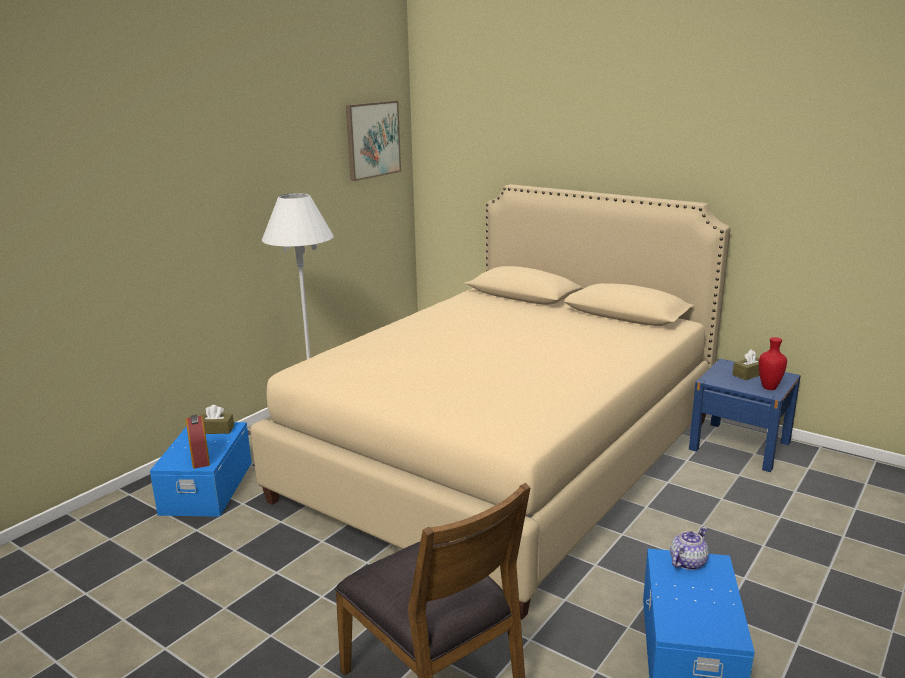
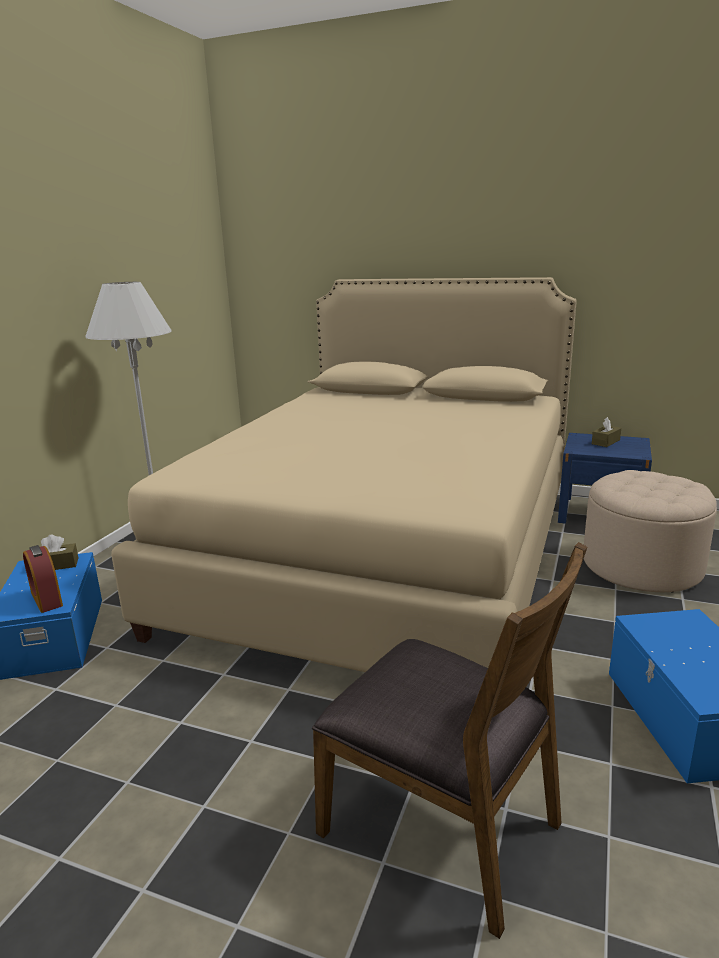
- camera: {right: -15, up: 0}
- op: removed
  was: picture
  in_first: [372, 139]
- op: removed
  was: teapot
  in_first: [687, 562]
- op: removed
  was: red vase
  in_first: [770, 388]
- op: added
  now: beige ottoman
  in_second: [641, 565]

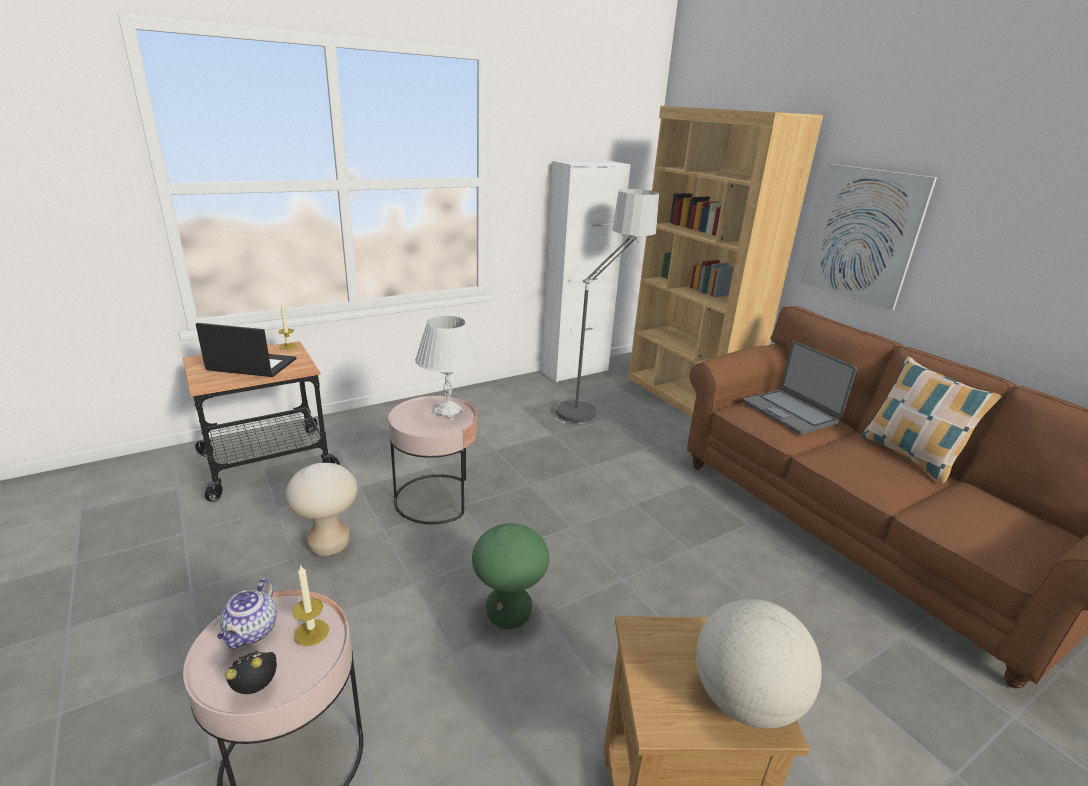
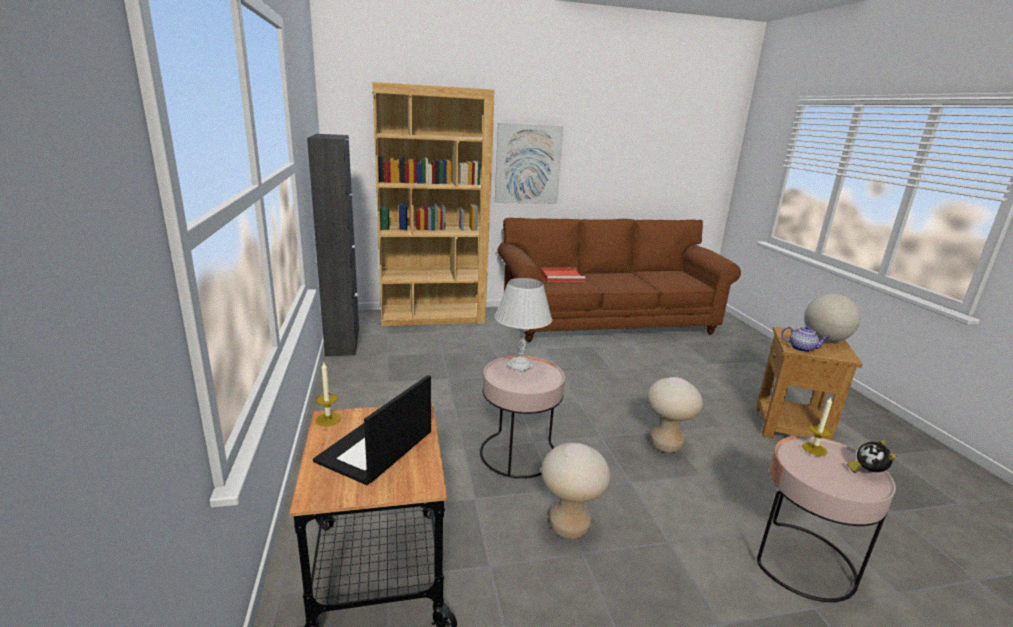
- camera: {right: -70, up: -5}
- op: moved
  was: teapot
  in_first: [251, 632]
  in_second: [802, 348]
- op: recoloured
  was: green stool
  now: beige stool
  in_first: [508, 614]
  in_second: [665, 445]
- op: recoloured
  was: white cabinet
  now: black cabinet
  in_first: [574, 371]
  in_second: [343, 342]
- op: removed
  was: floor lamp
  in_first: [594, 403]
- op: replaced
  was: laptop
  now: red tray
  in_first: [790, 412]
  in_second: [562, 277]
- op: removed
  was: pillow
  in_first: [909, 456]

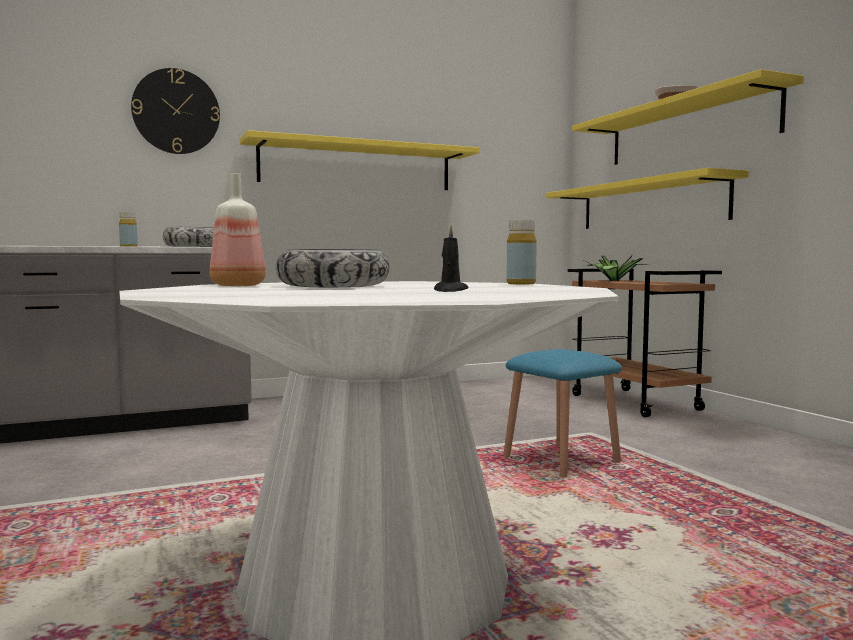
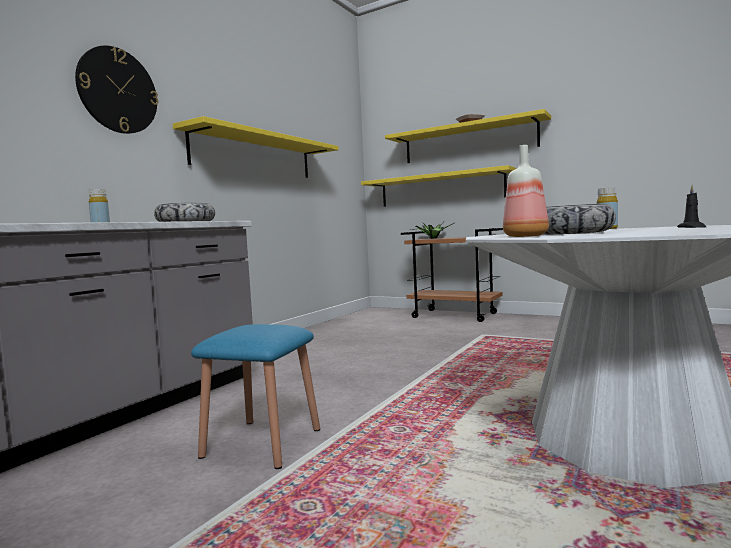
- camera: {right: -35, up: 0}
- op: moved
  was: blue stool
  in_first: [561, 460]
  in_second: [262, 442]

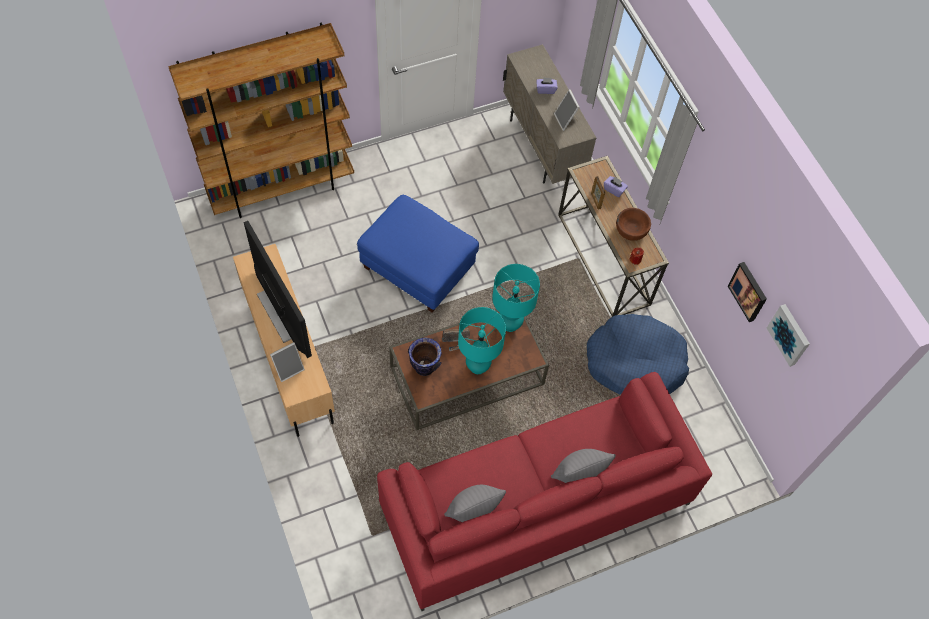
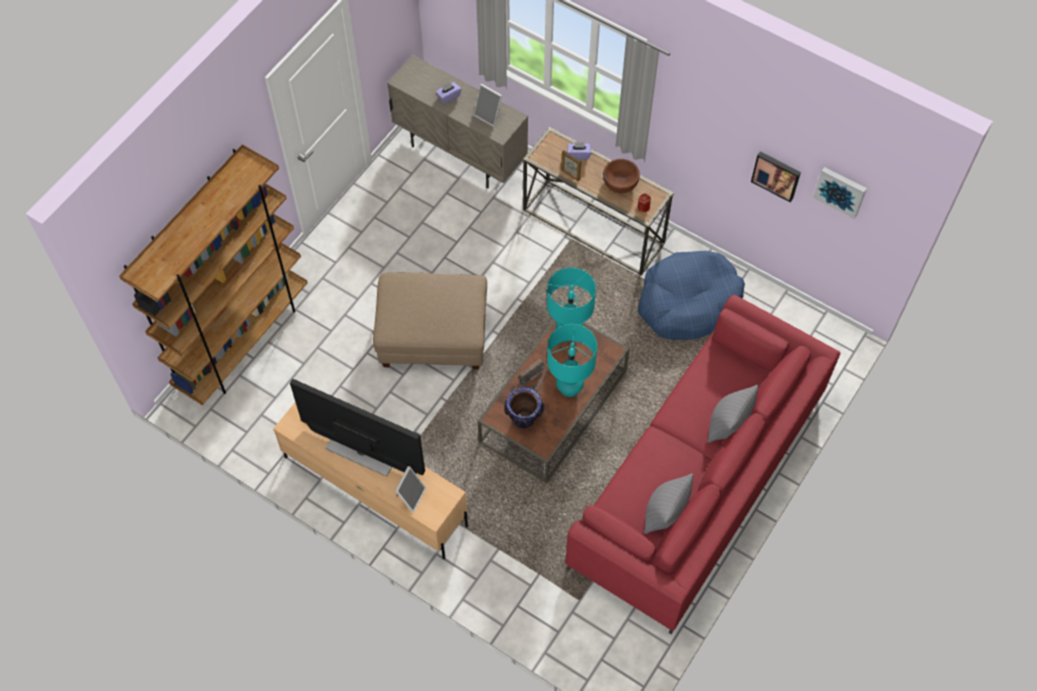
- camera: {right: -30, up: 0}
- op: recoloured
  was: blue ottoman
  now: beige ottoman
  in_first: [418, 268]
  in_second: [434, 336]

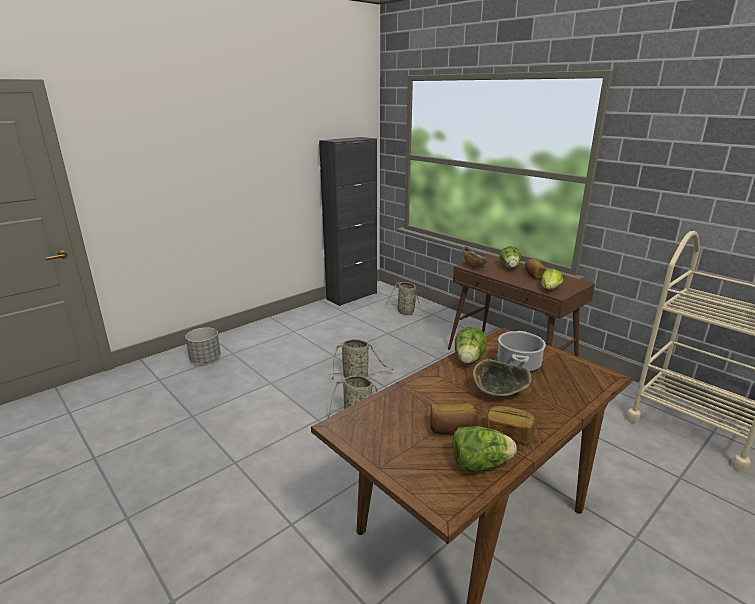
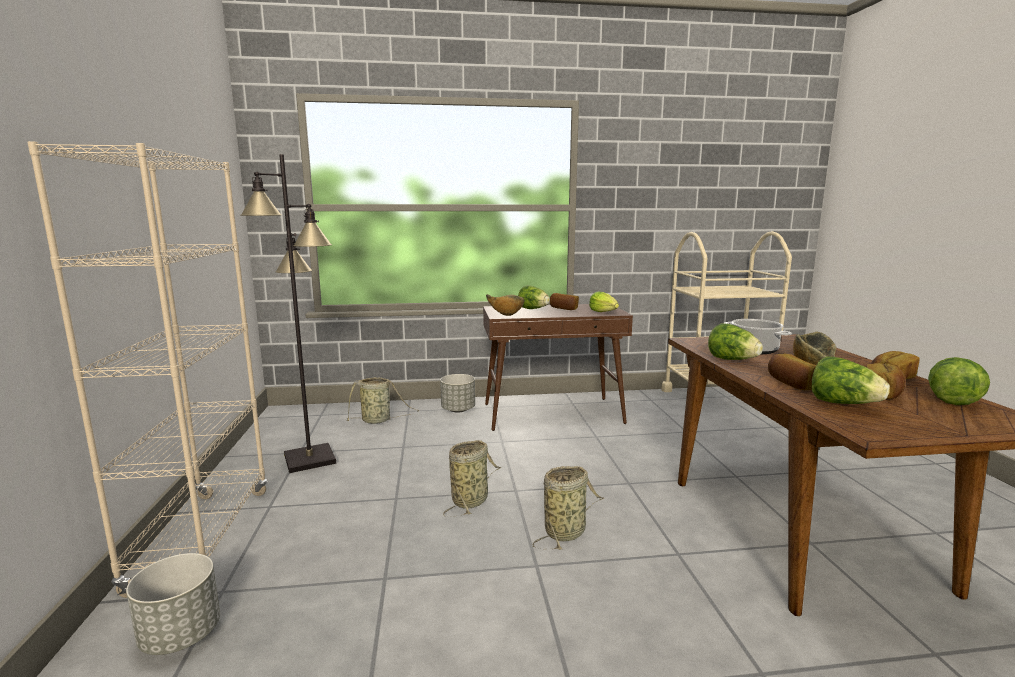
- camera: {right: -55, up: -10}
- op: removed
  was: black cabinet
  in_first: [352, 296]
- op: added
  now: beige bookcase
  in_second: [203, 538]
- op: added
  now: black floor lamp
  in_second: [309, 459]
- op: added
  now: grey planter
  in_second: [458, 409]
- op: added
  now: bread
  in_second: [791, 384]
- op: added
  now: lettuce
  in_second: [843, 404]

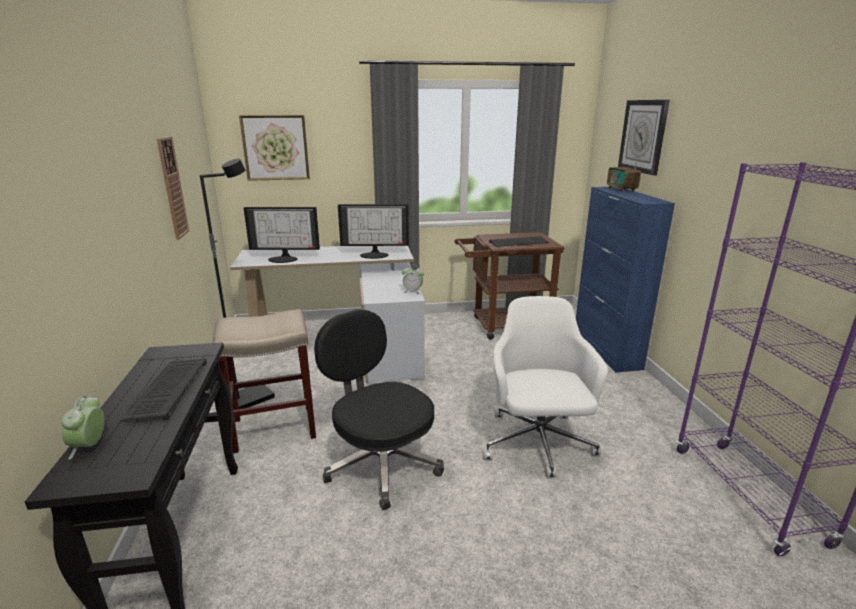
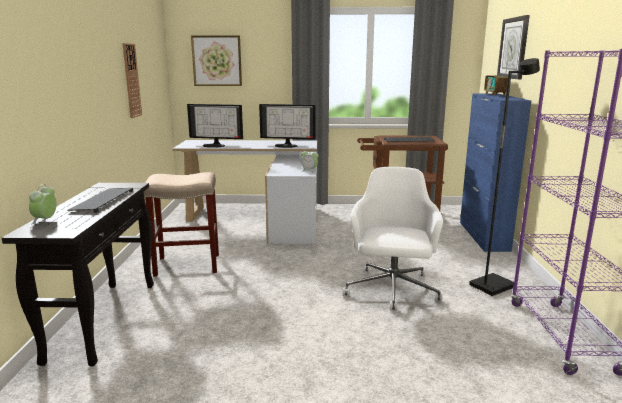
- camera: {right: 10, up: -5}
- op: moved
  was: black floor lamp
  in_first: [251, 398]
  in_second: [491, 286]
- op: removed
  was: black office chair
  in_first: [381, 463]

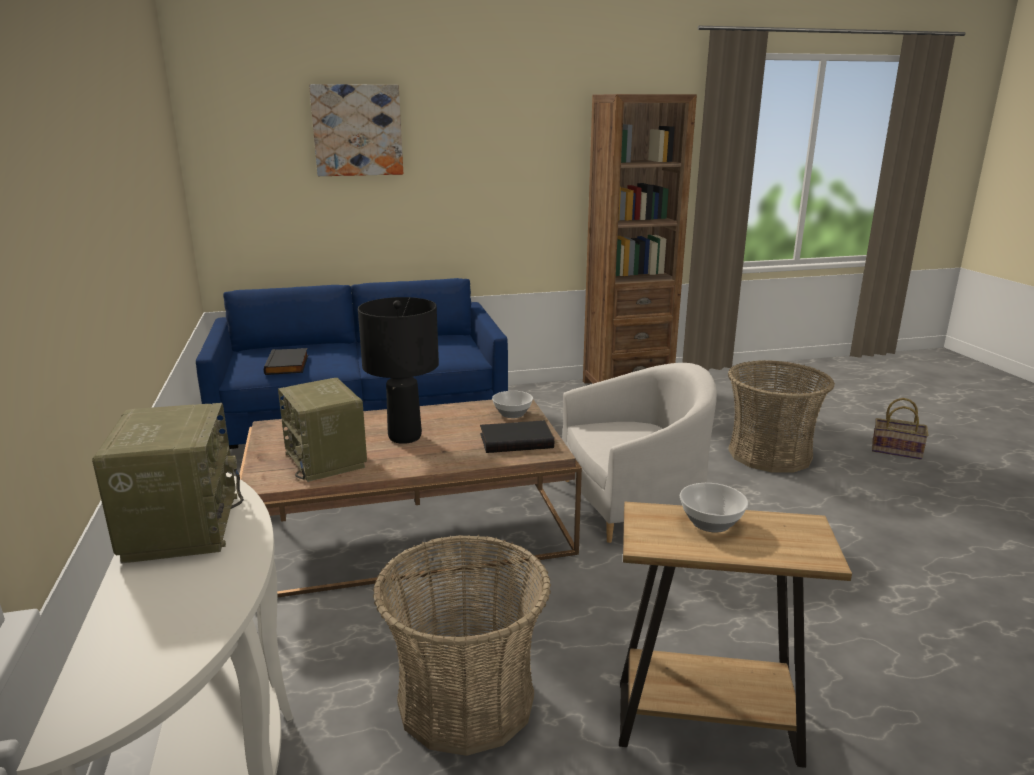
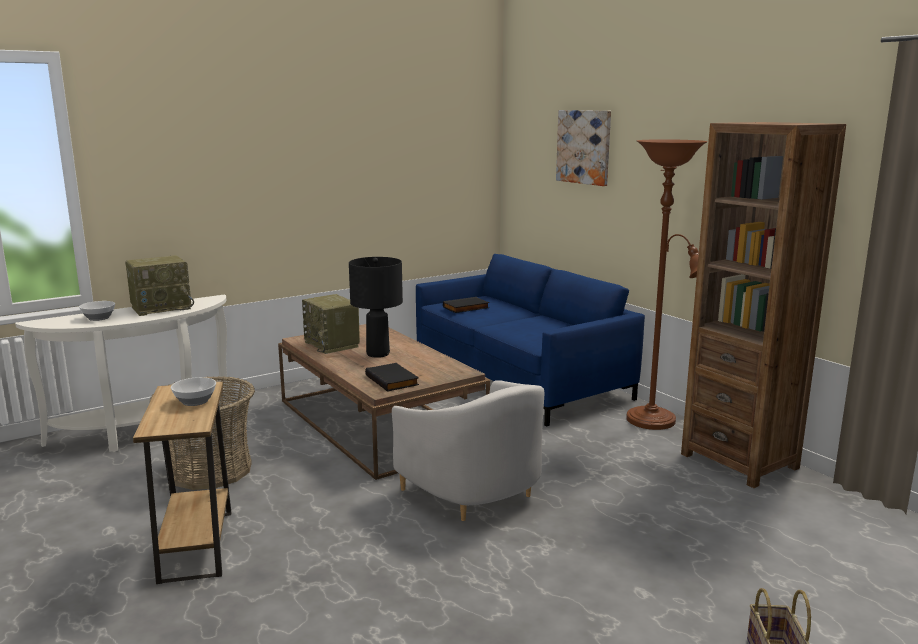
- camera: {right: 70, up: -5}
- op: turned
  was: radio
  in_first: [327, 460]
  in_second: [332, 344]
  clockwise: -75
- op: moved
  was: bowl
  in_first: [512, 413]
  in_second: [99, 318]
- op: removed
  was: basket
  in_first: [769, 454]
- op: added
  now: brown floor lamp
  in_second: [656, 422]

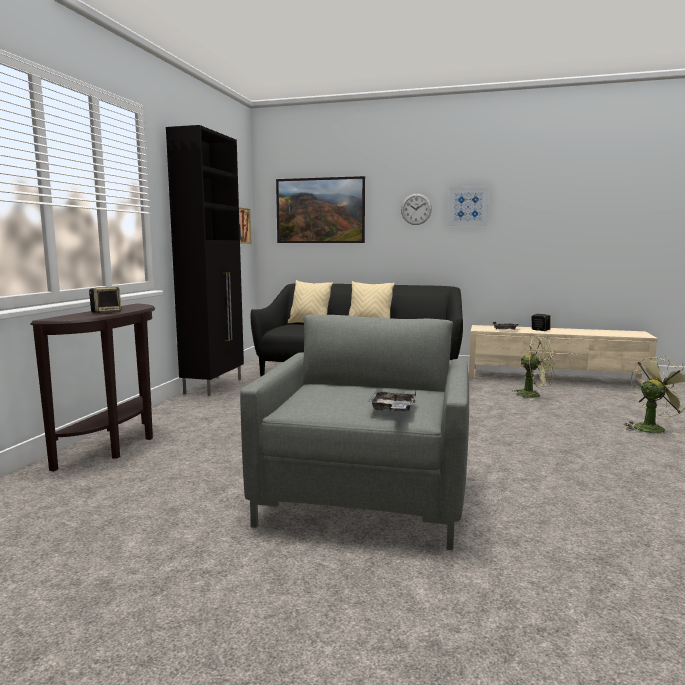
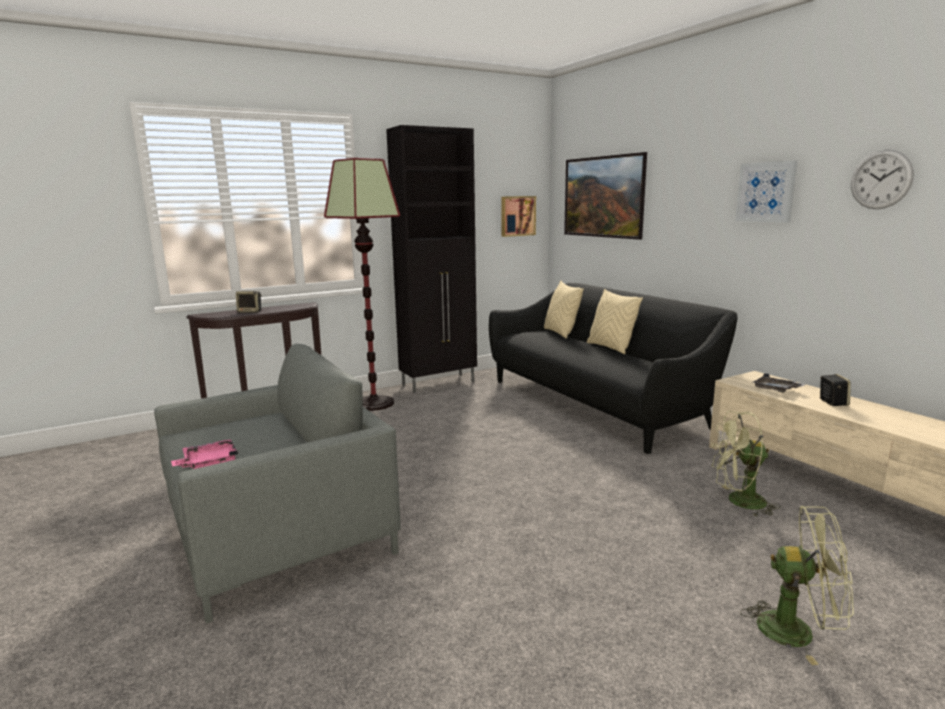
- camera: {right: 45, up: 5}
- op: recoloured
  was: grey tray
  now: pink tray
  in_first: [392, 409]
  in_second: [208, 462]
- op: moved
  was: wall clock
  in_first: [416, 209]
  in_second: [881, 179]
- op: turned
  was: green fan
  in_first: [534, 395]
  in_second: [739, 502]
  clockwise: 105
- op: added
  now: floor lamp
  in_second: [374, 403]

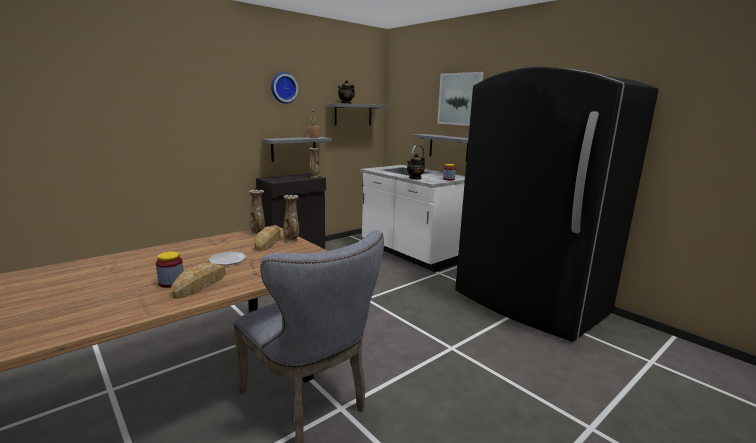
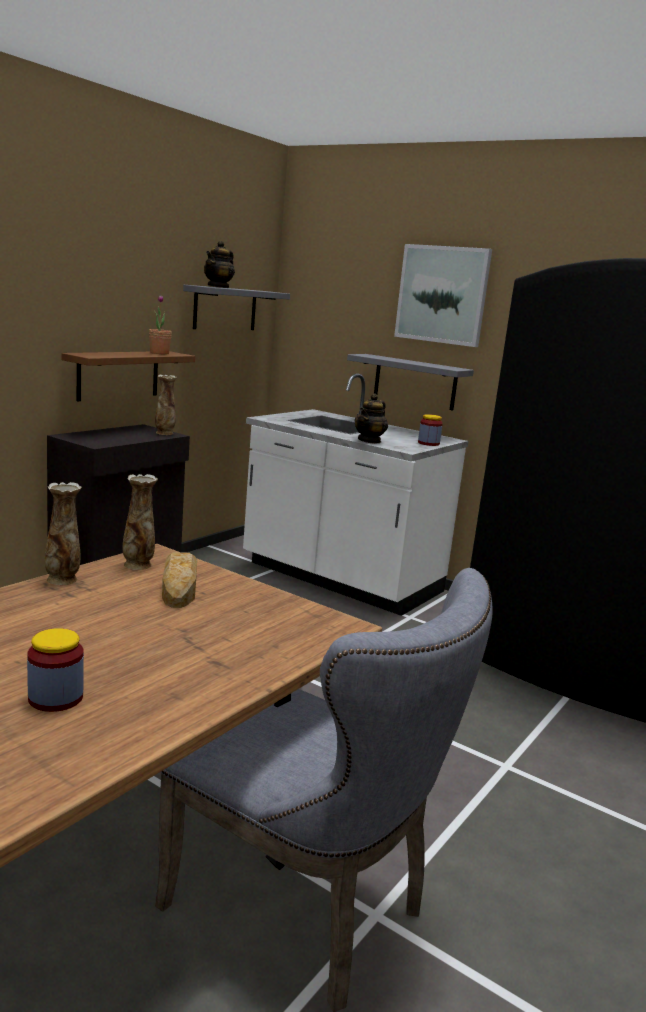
- camera: {right: -15, up: 0}
- op: removed
  was: bread
  in_first: [200, 284]
- op: removed
  was: plate
  in_first: [227, 260]
- op: recoloured
  was: grey shelf
  now: brown shelf
  in_first: [293, 149]
  in_second: [118, 375]
- op: removed
  was: wall clock
  in_first: [283, 88]
- op: moved
  was: vase
  in_first: [291, 240]
  in_second: [63, 579]

